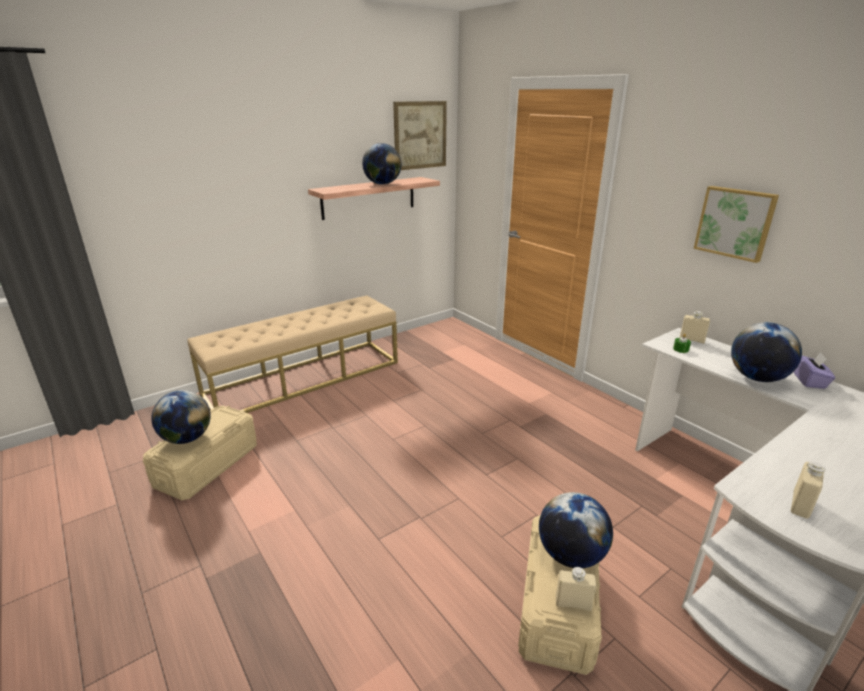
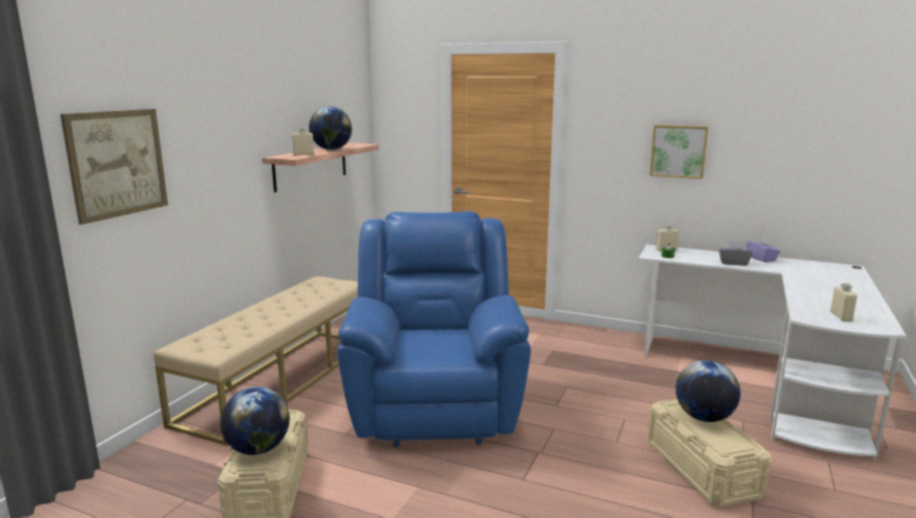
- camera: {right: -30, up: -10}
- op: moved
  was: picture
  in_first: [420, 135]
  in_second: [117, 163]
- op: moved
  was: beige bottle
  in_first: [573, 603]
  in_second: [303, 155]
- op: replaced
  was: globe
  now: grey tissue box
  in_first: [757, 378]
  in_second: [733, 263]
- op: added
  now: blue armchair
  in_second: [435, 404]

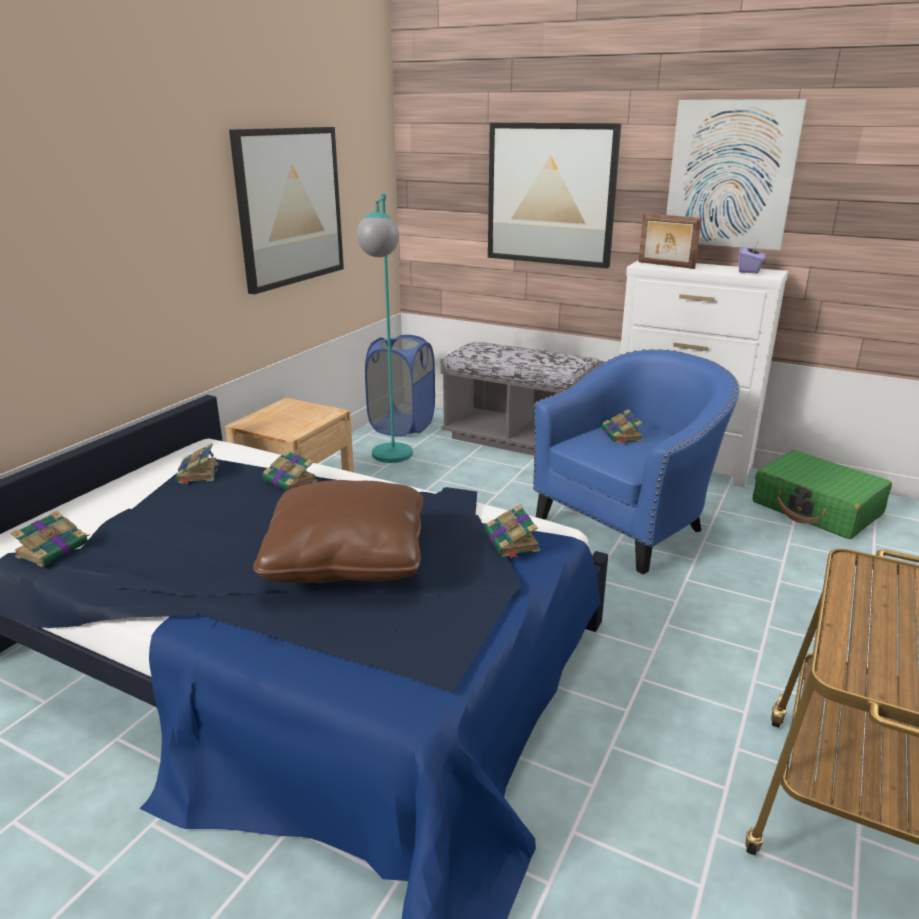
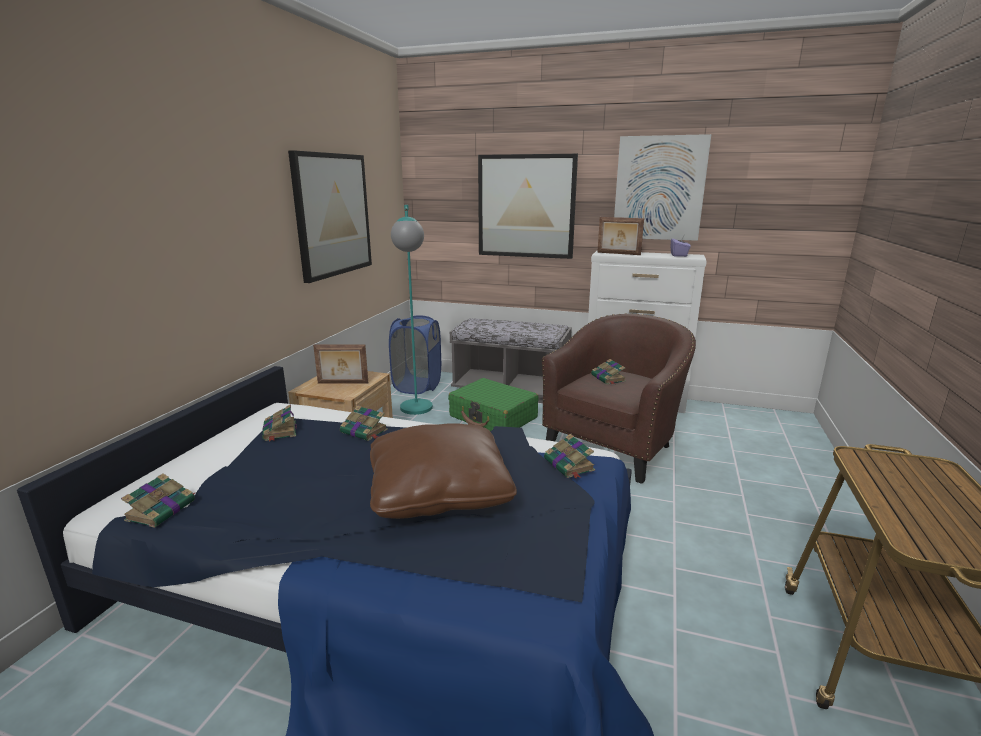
- camera: {right: -10, up: -5}
- op: recoloured
  was: blue armchair
  now: brown armchair
  in_first: [628, 524]
  in_second: [615, 446]
- op: moved
  was: green suitcase
  in_first: [816, 508]
  in_second: [493, 417]
- op: added
  now: picture frame
  in_second: [342, 383]

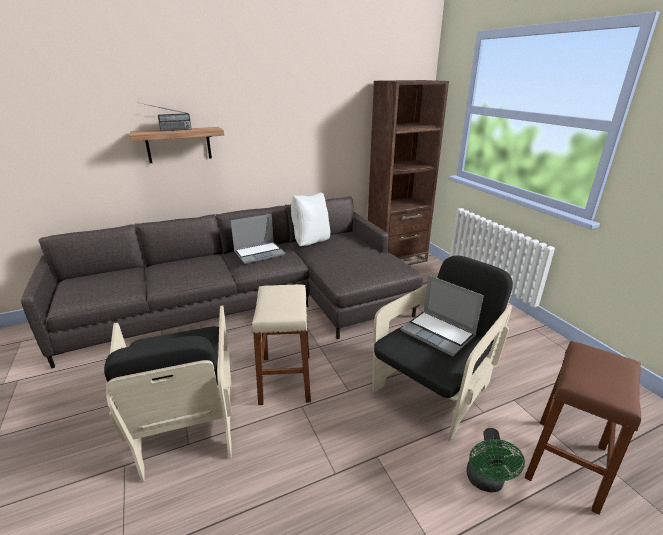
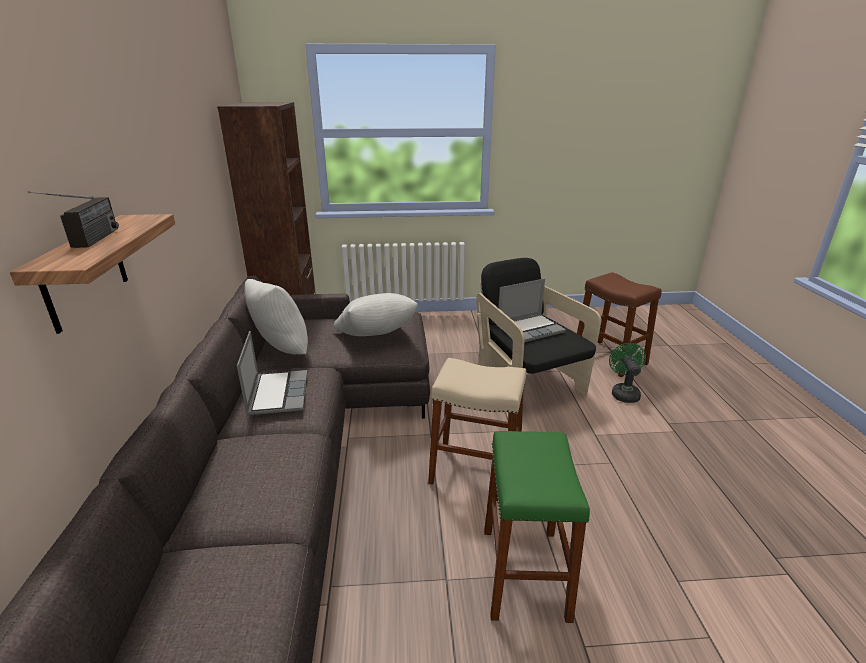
- camera: {right: -70, up: 0}
- op: replaced
  was: black armchair
  now: green stool
  in_first: [187, 423]
  in_second: [524, 572]
- op: turned
  was: green fan
  in_first: [486, 482]
  in_second: [623, 393]
  clockwise: -120
- op: added
  now: white pillow
  in_second: [376, 338]

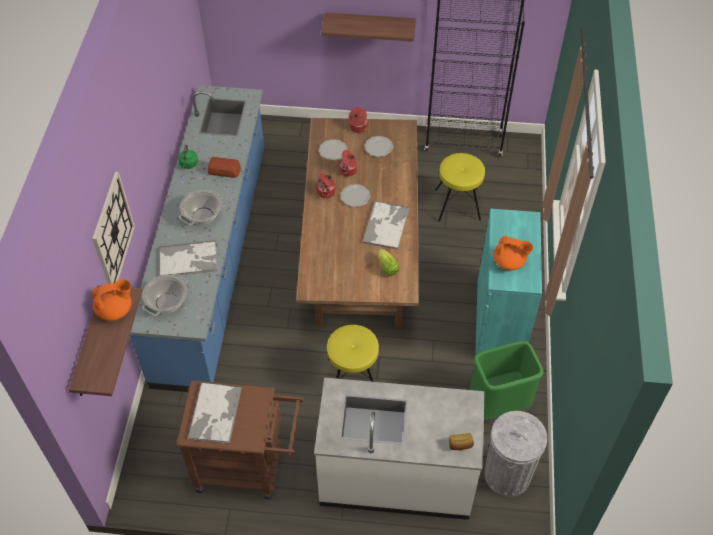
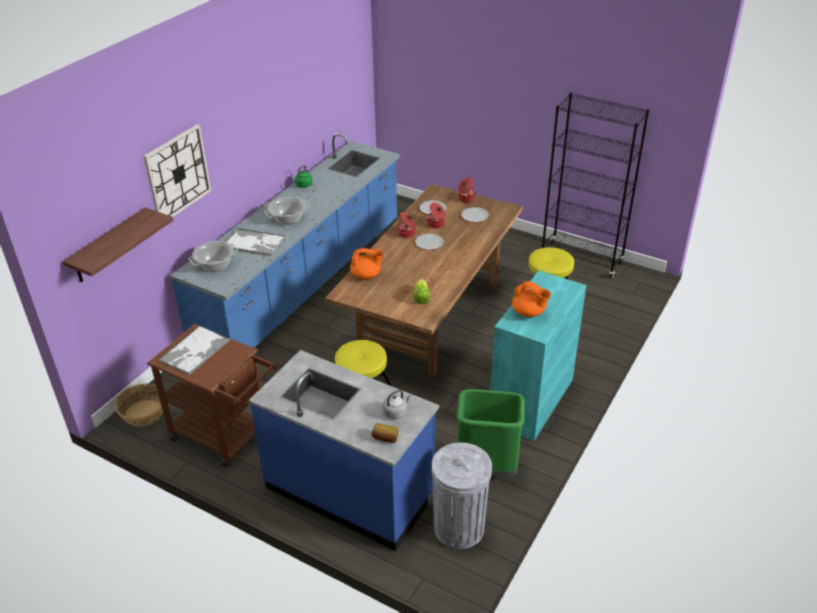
- camera: {right: 25, up: -15}
- op: moved
  was: orange teapot
  in_first: [115, 310]
  in_second: [366, 275]
- op: removed
  was: bread
  in_first: [224, 171]
- op: recoloured
  was: white counter
  now: blue counter
  in_first: [396, 477]
  in_second: [350, 491]
- op: removed
  was: shelf
  in_first: [370, 25]
- op: removed
  was: tray
  in_first: [386, 225]
- op: added
  now: basket
  in_second: [143, 413]
- op: added
  now: grey kettle
  in_second: [396, 412]

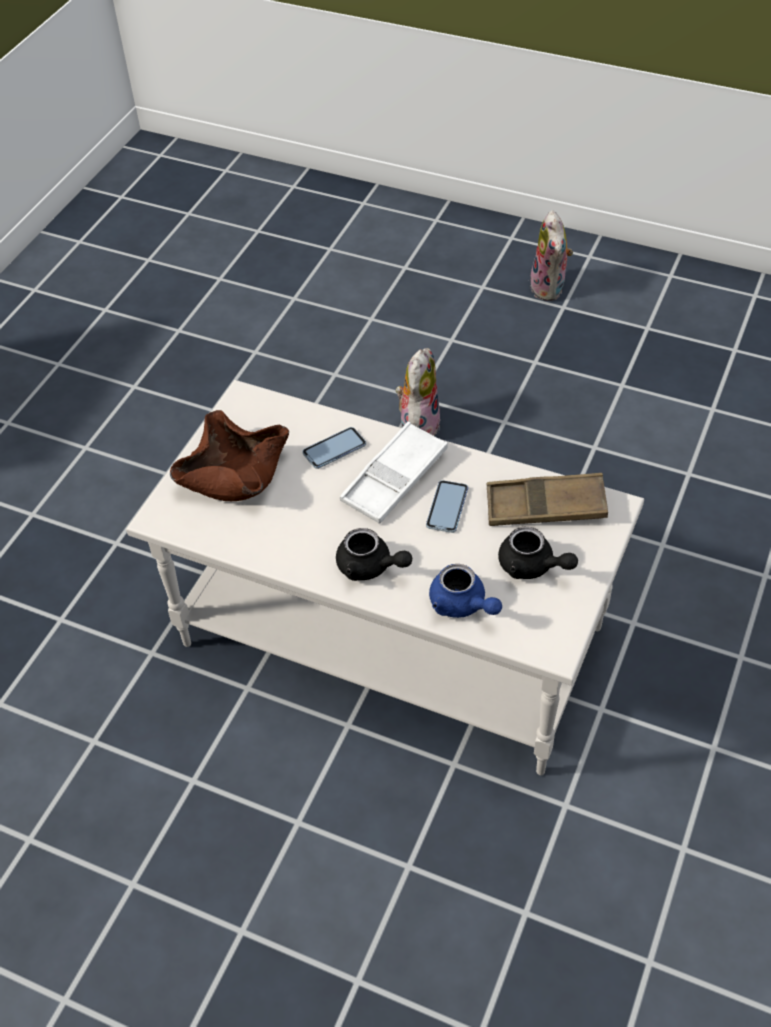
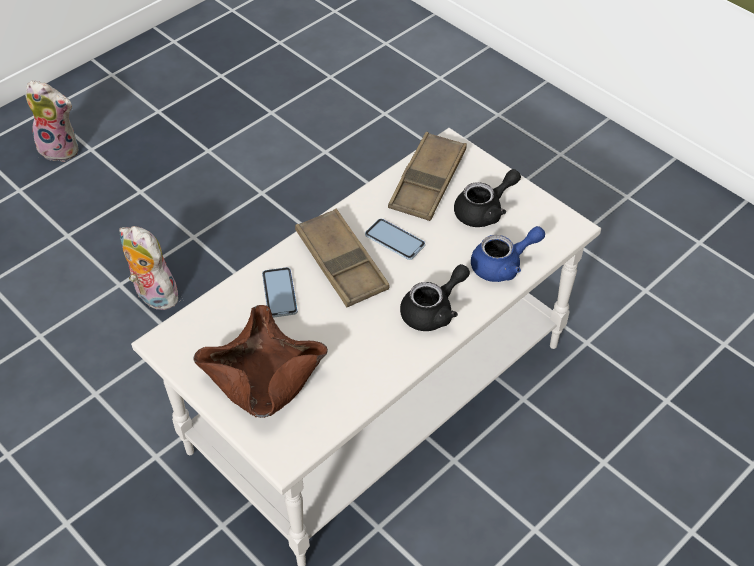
- camera: {right: -70, up: 0}
- op: recoloured
  was: white tray
  now: brown tray
  in_first: [394, 478]
  in_second: [341, 263]

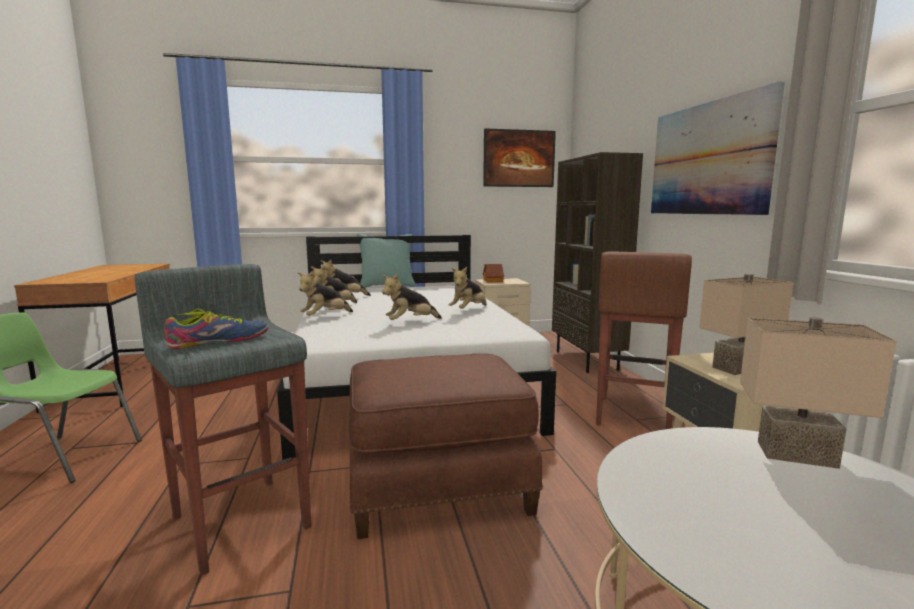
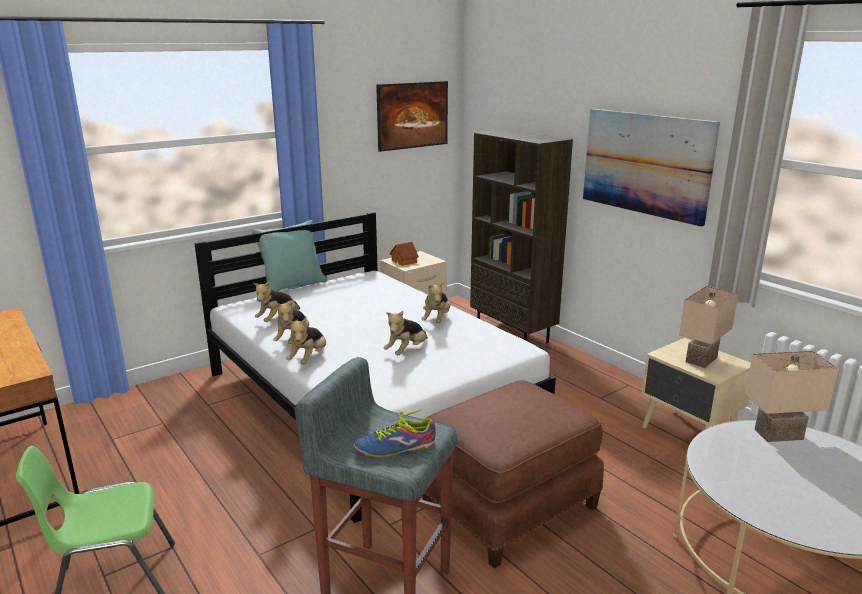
- camera: {right: -25, up: 10}
- op: turned
  was: shoe
  in_first: [219, 341]
  in_second: [396, 447]
  clockwise: -135
- op: removed
  was: brown stool
  in_first: [631, 415]

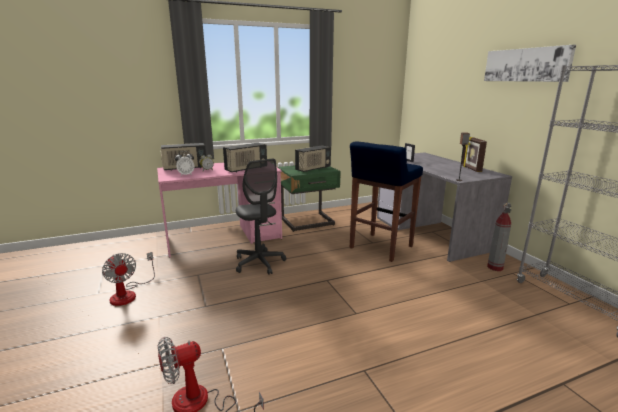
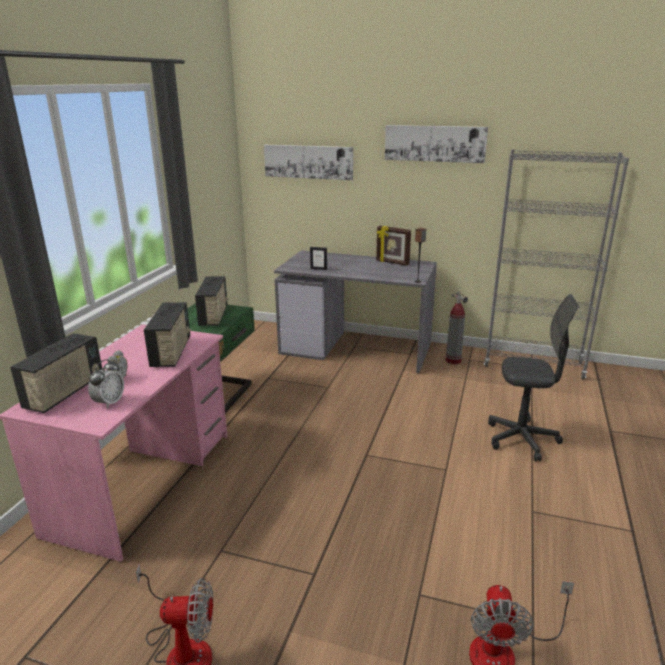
- camera: {right: -50, up: 5}
- op: moved
  was: grey office chair
  in_first: [259, 263]
  in_second: [521, 439]
- op: removed
  was: blue stool
  in_first: [380, 247]
- op: added
  now: picture
  in_second: [308, 161]

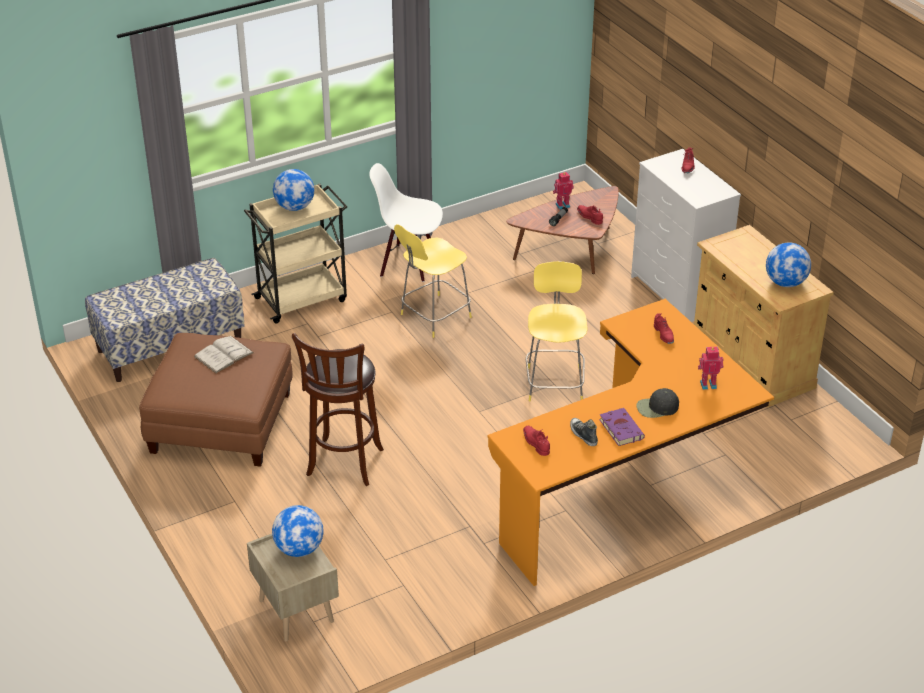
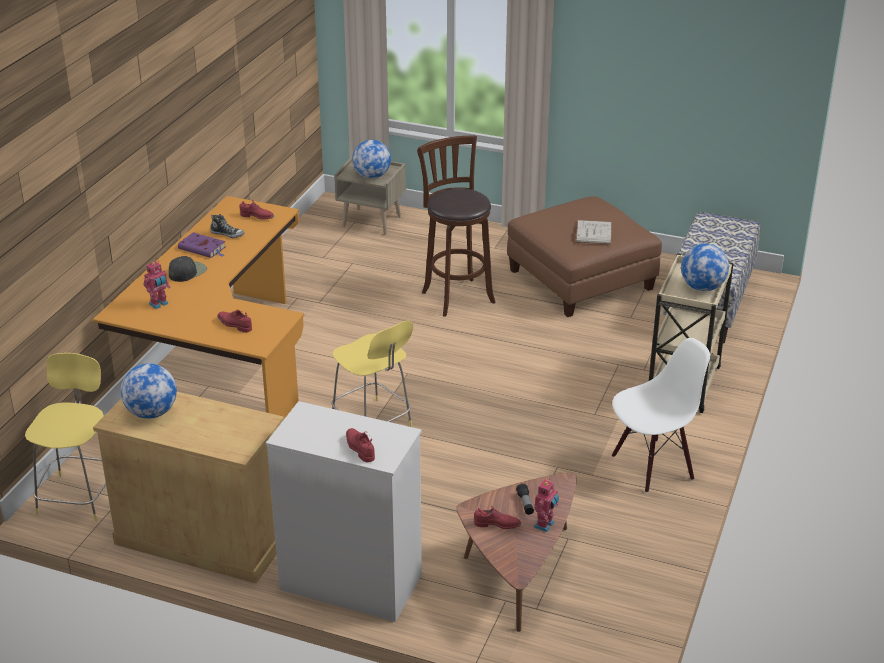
- camera: {right: 140, up: -5}
- op: moved
  was: yellow stool
  in_first: [433, 317]
  in_second: [79, 496]

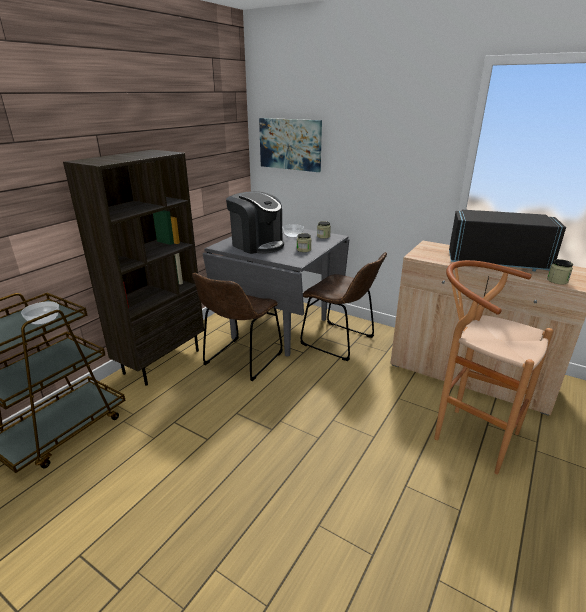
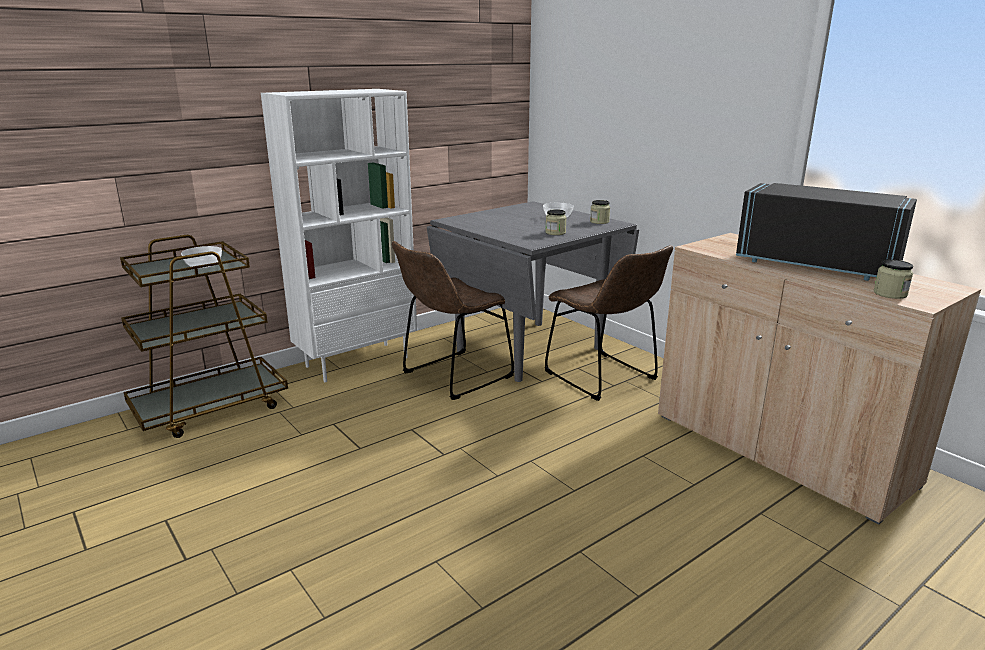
- camera: {right: 20, up: -5}
- op: recoloured
  was: brown bookcase
  now: white bookcase
  in_first: [162, 361]
  in_second: [357, 361]
- op: removed
  was: coffee machine
  in_first: [257, 245]
- op: removed
  was: picture
  in_first: [290, 144]
- op: removed
  was: brown stool
  in_first: [467, 434]

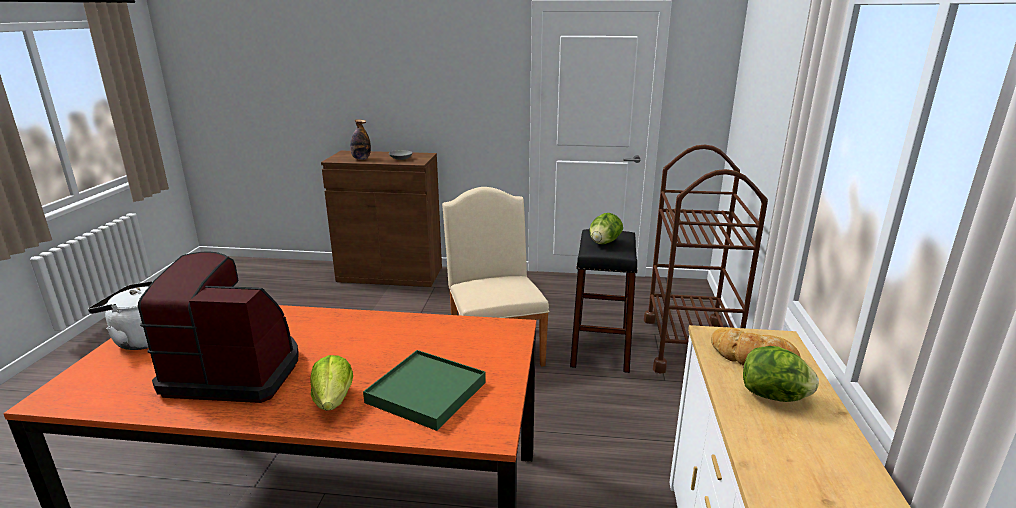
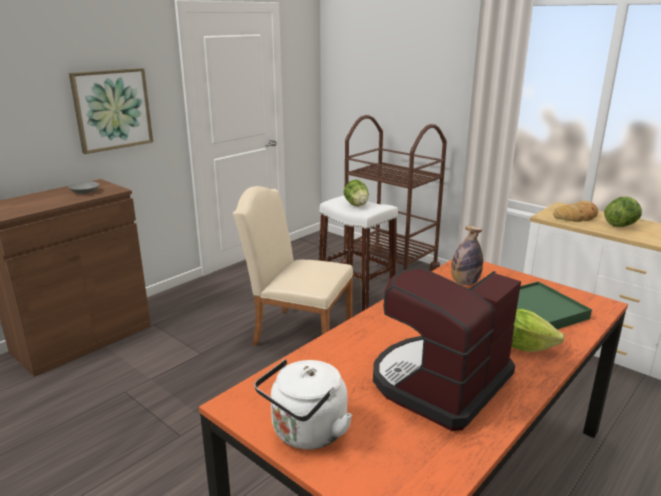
- camera: {right: -55, up: 0}
- op: moved
  was: bottle
  in_first: [361, 159]
  in_second: [464, 283]
- op: recoloured
  was: black stool
  now: white stool
  in_first: [600, 349]
  in_second: [356, 295]
- op: added
  now: picture
  in_second: [112, 109]

